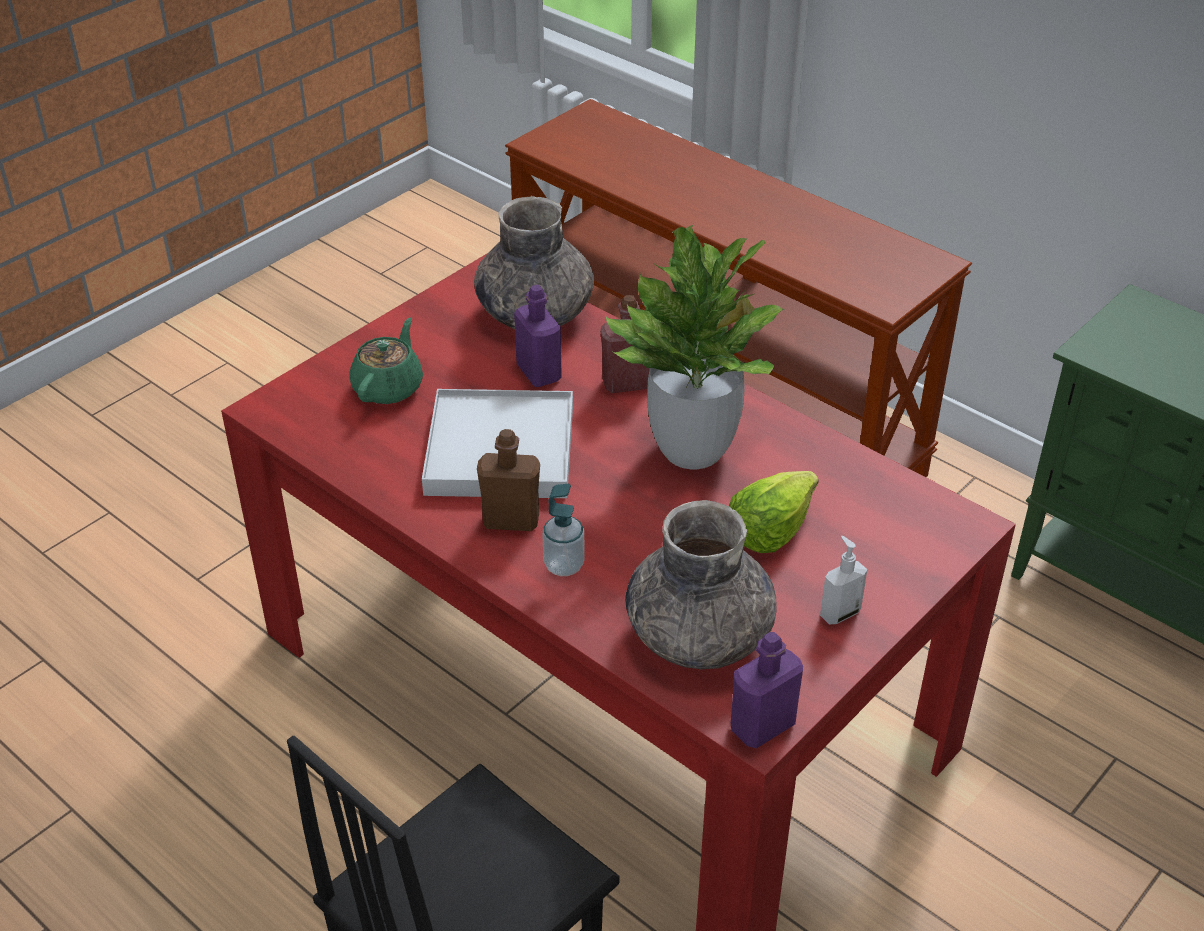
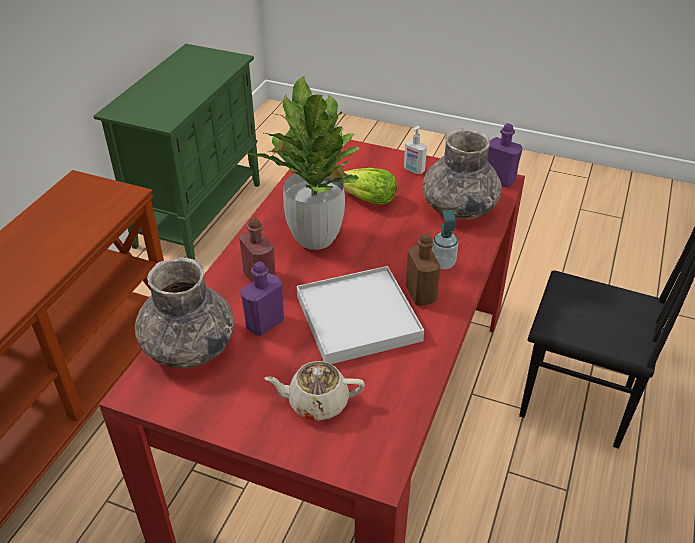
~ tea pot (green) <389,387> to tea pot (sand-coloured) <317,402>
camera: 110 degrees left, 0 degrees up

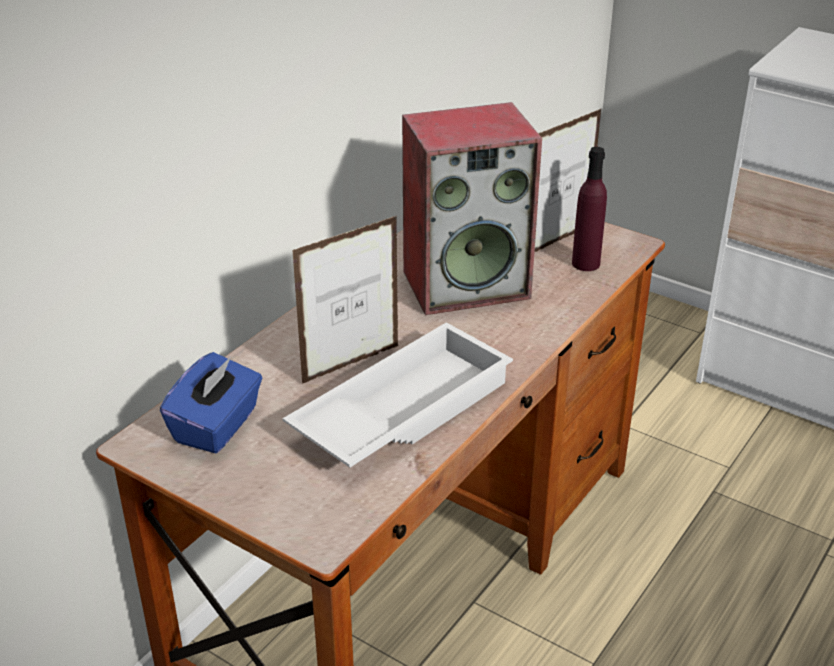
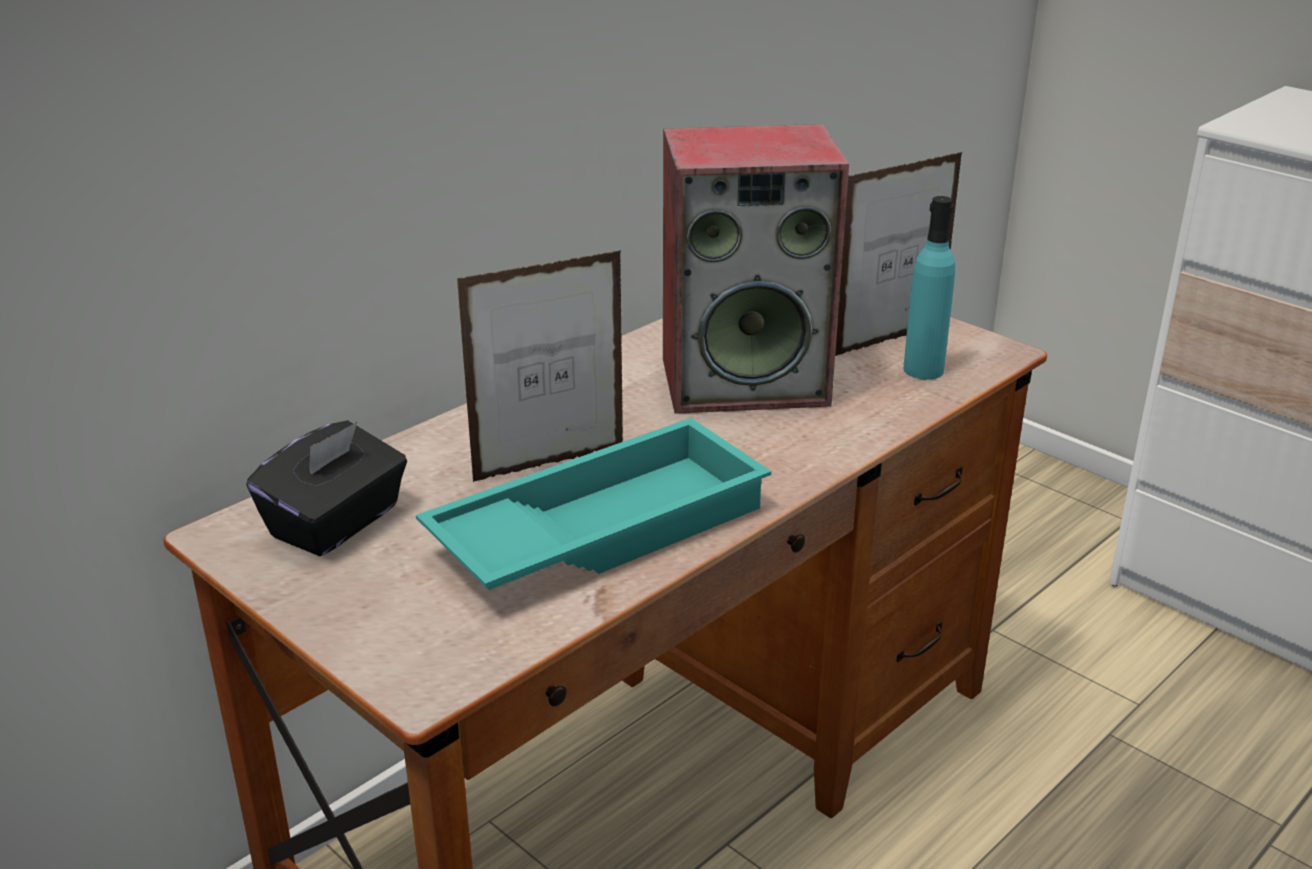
~ box of tissues (blue-coloured) <217,426> to box of tissues (blackish) <336,523>
~ serving tray (white-coloured) <401,409> to serving tray (turquoise) <599,527>
~ bottle (purple) <585,263> to bottle (turquoise) <923,370>
camera: 10 degrees right, 5 degrees down

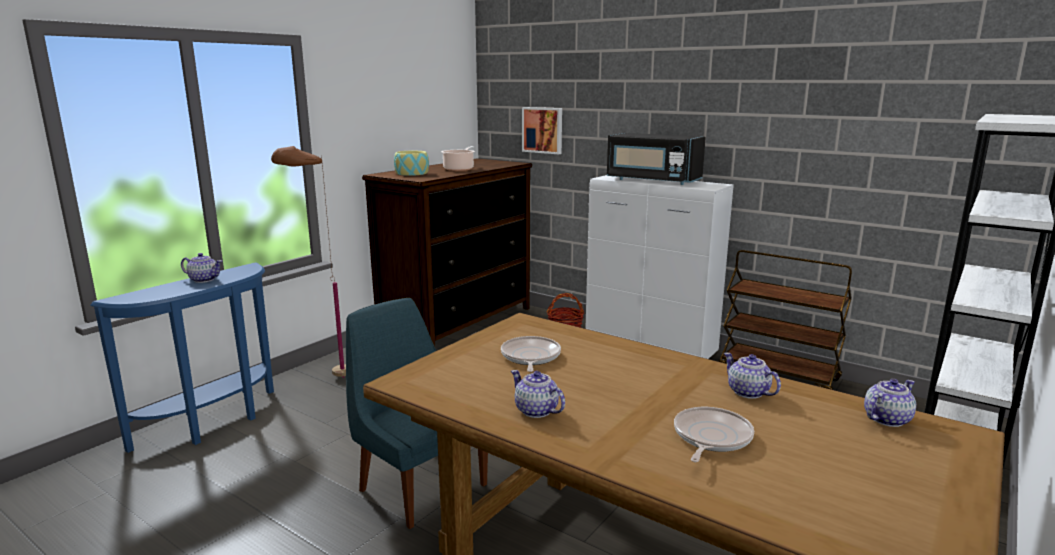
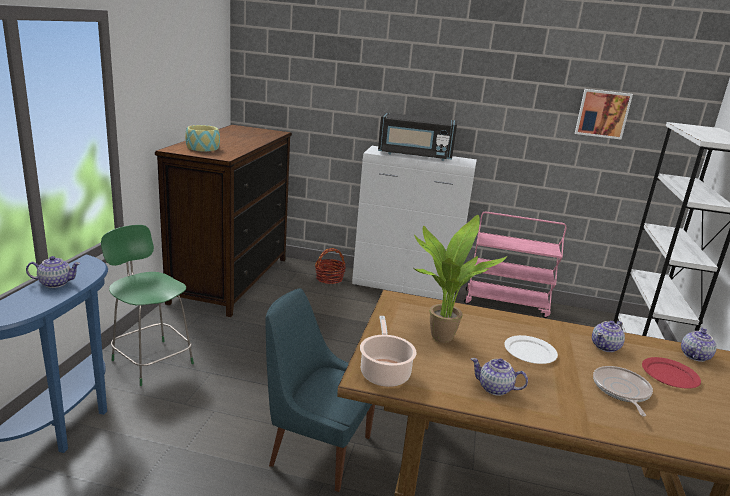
+ flat dish (white-coloured) <530,352>
+ flat dish (reddish) <669,375>
~ saucepot <459,169> to <384,372>
~ picture <543,130> to <602,113>
~ standing lamp (brown) <326,383> to plain chair (green) <151,360>
~ frying pan <530,357> to plant in a pot <438,336>
~ wheeled cart (brown) <778,375> to wheeled cart (pink-coloured) <506,303>
~ tea pot <748,392> = <605,347> 75 degrees counterclockwise
camera: 25 degrees left, 5 degrees up

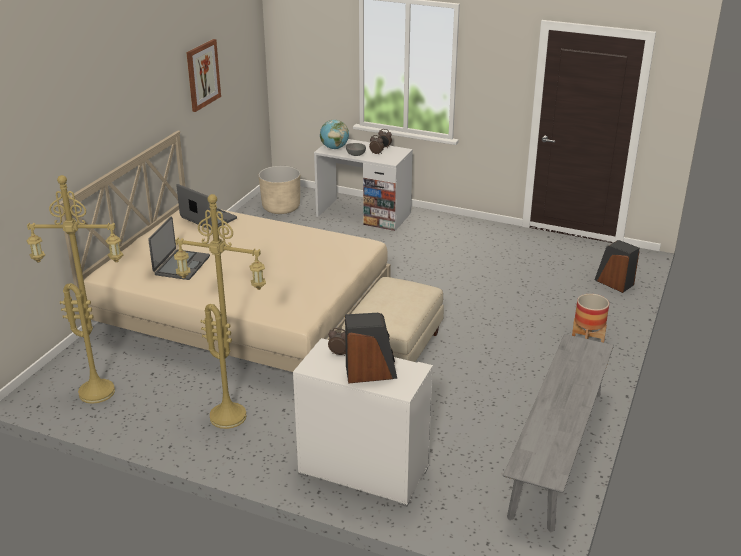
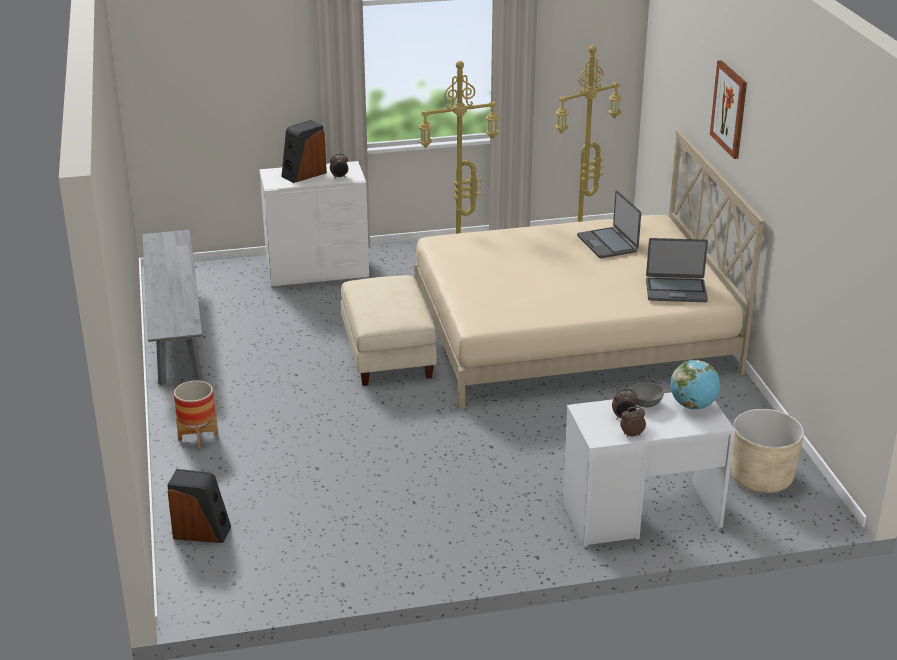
~ picture <202,75> to <729,109>
camera: 145 degrees right, 0 degrees up

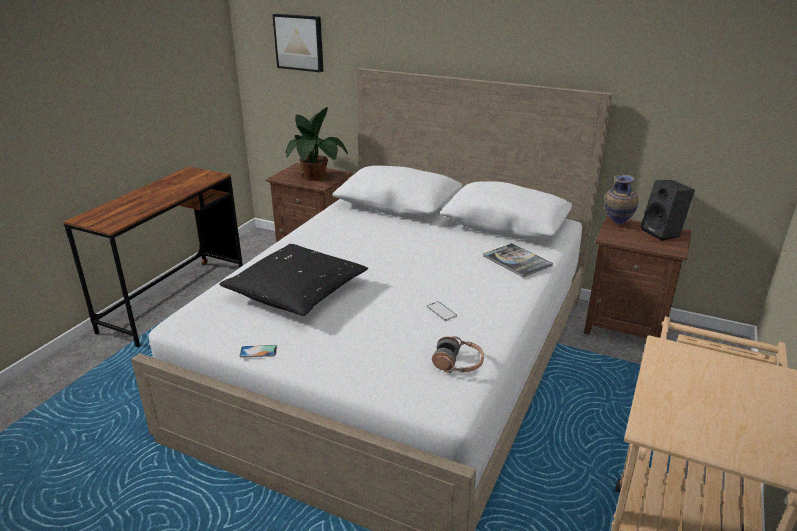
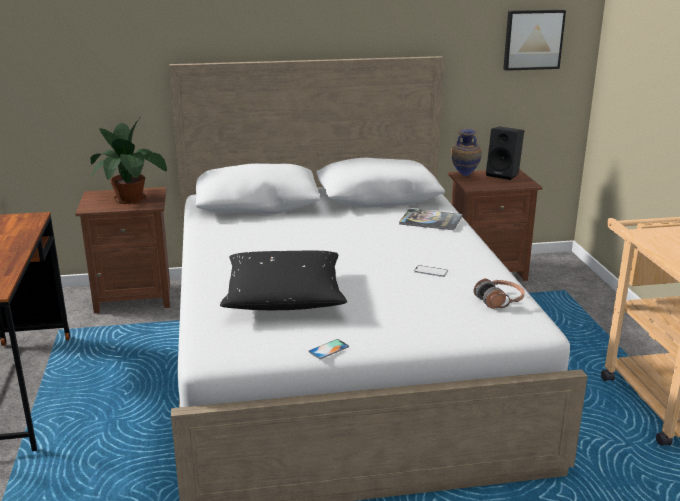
~ picture <299,42> to <532,39>
camera: 35 degrees left, 5 degrees down

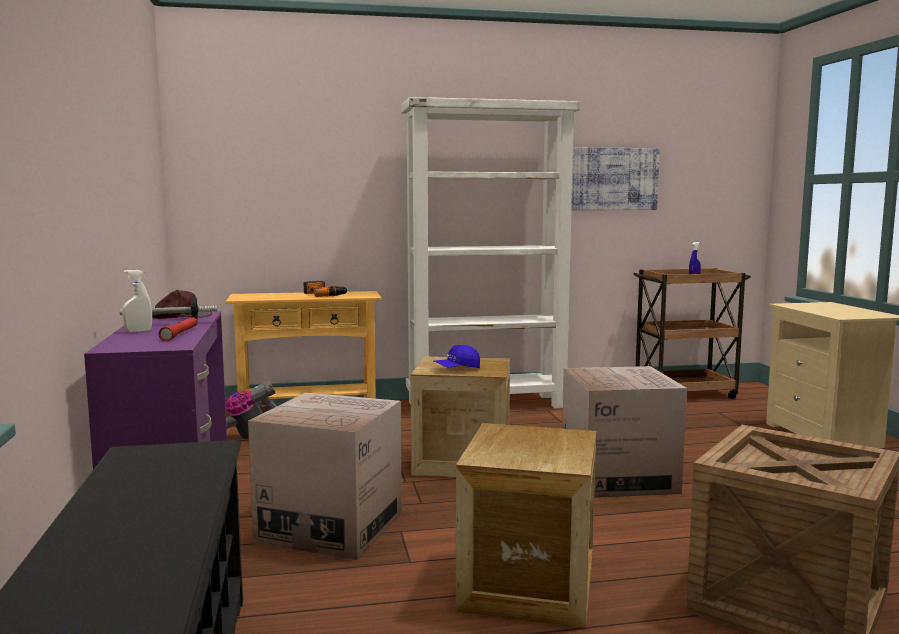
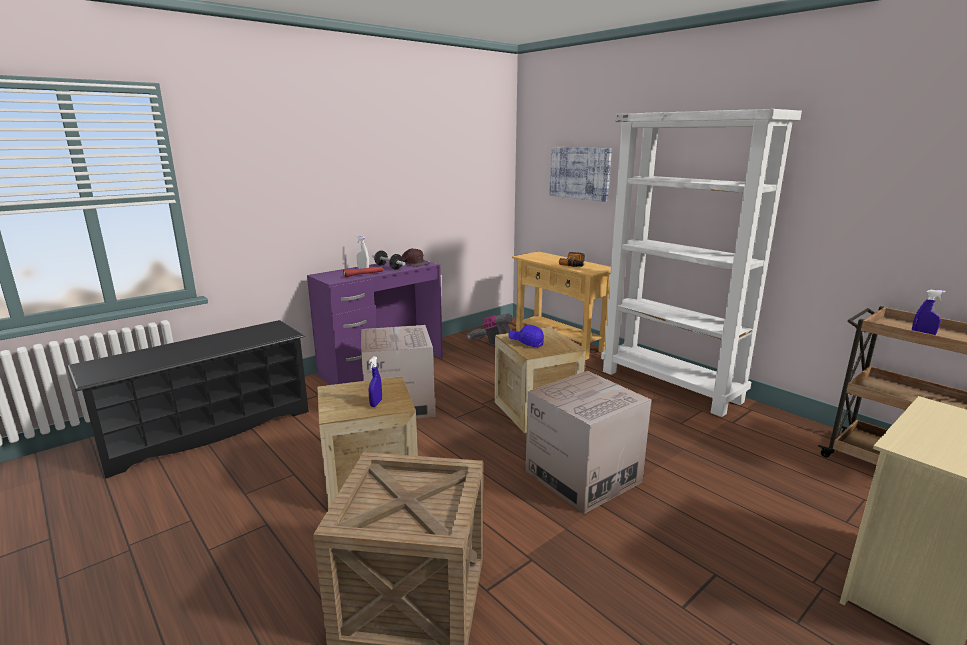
+ spray bottle (blue-coloured) <376,403>
~ picture <614,179> to <580,173>
camera: 60 degrees right, 10 degrees up

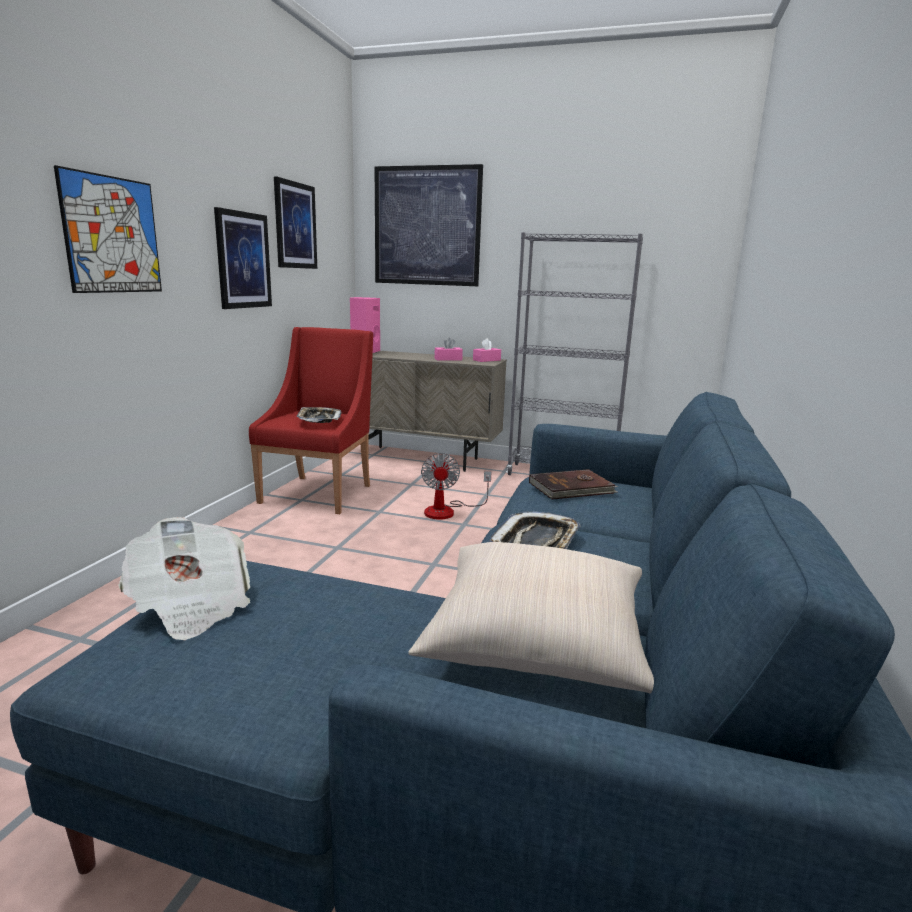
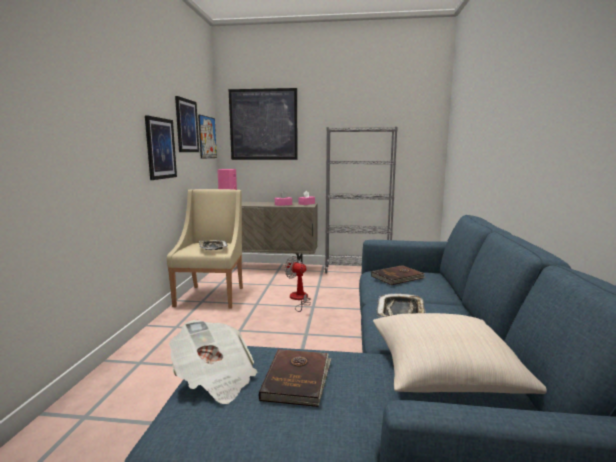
+ book (brown) <297,379>
~ picture <112,235> to <207,137>
~ lounge chair (reddish) <319,493> to lounge chair (sand-coloured) <211,296>
~ fan <448,511> = <299,299> 135 degrees clockwise
camera: 10 degrees left, 5 degrees down

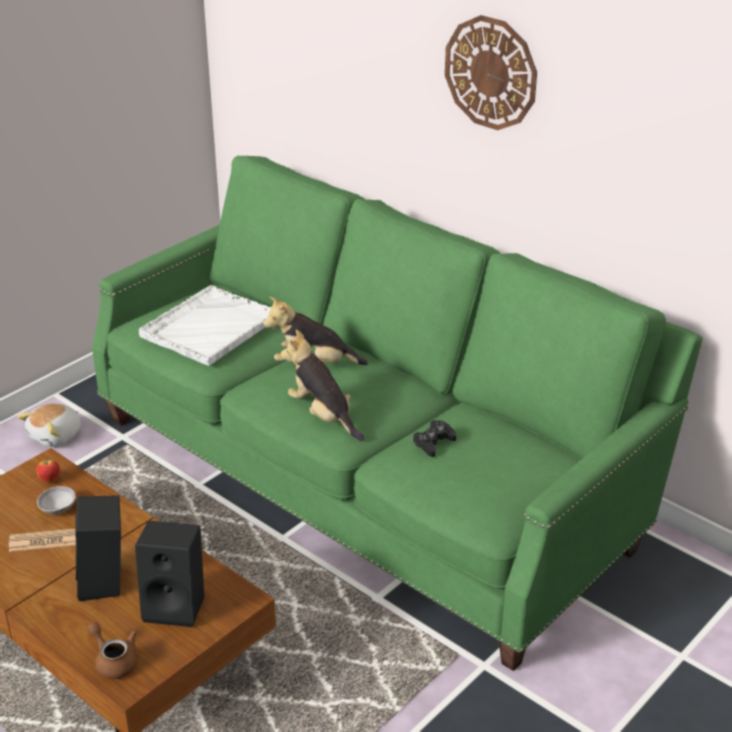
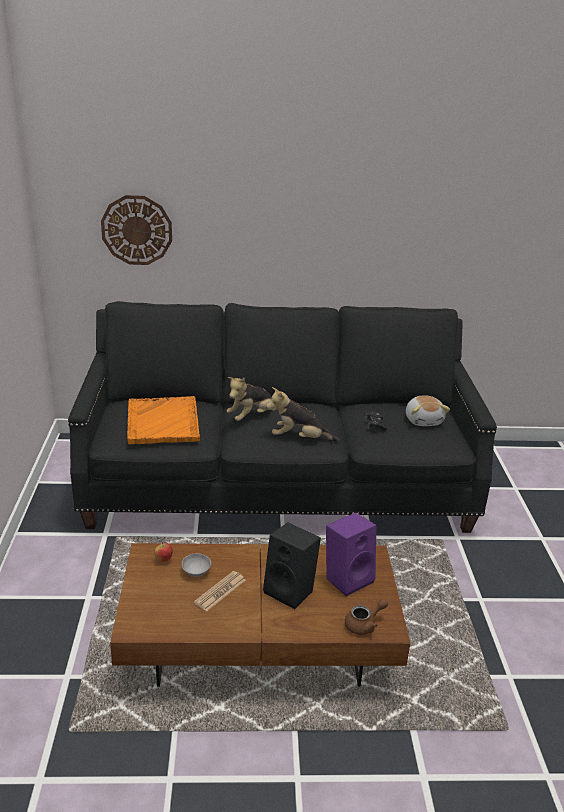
~ cuddly toy <56,436> to <424,420>
~ hanging clock <491,73> to <137,230>
~ couch (green) <367,475> to couch (blackish) <279,483>
~ audio speaker (blackish) <177,605> to audio speaker (purple) <348,578>
~ serving tray (white-coloured) <209,327> to serving tray (orange-coloured) <163,422>
~ tea pot (brown) <114,661> = <364,624> 150 degrees clockwise
camera: 45 degrees left, 5 degrees down

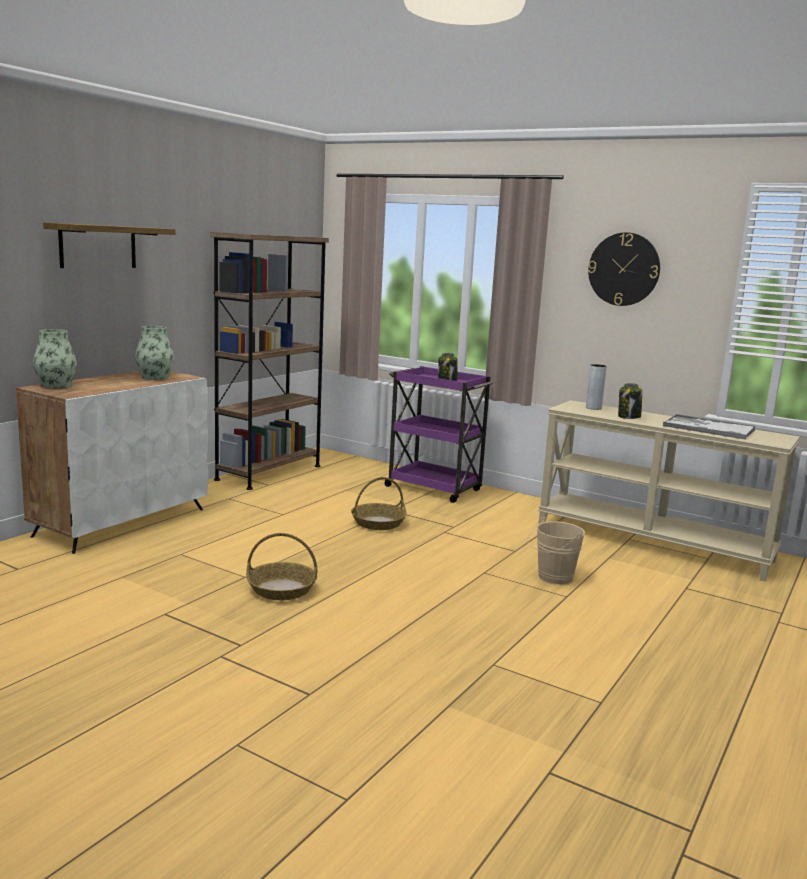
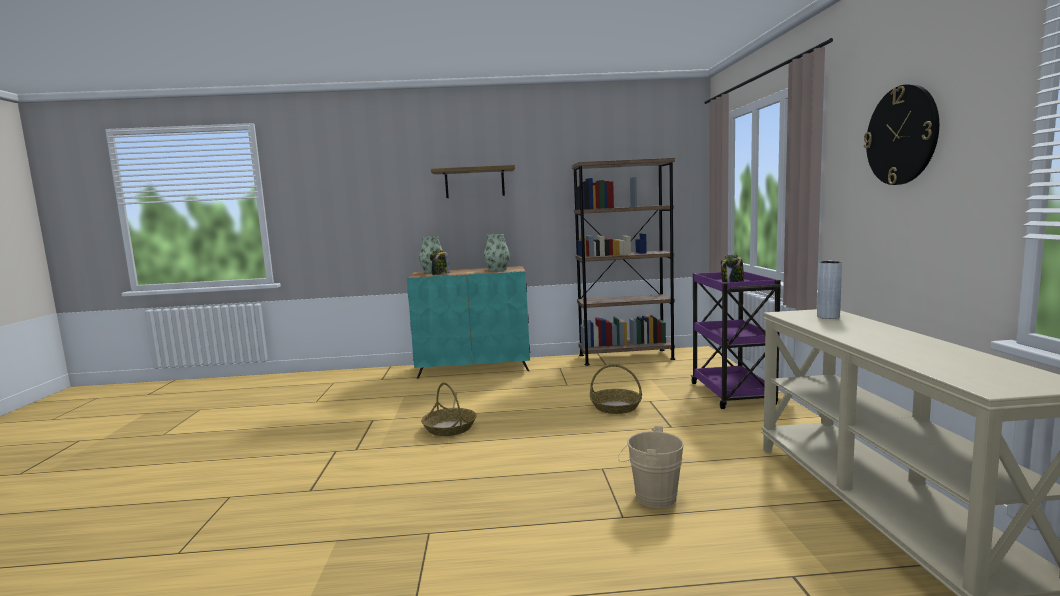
- serving tray <708,428>
~ preserve jar <629,417> to <440,274>
~ cupboard (white-coloured) <122,522> to cupboard (turquoise) <474,368>
camera: 55 degrees right, 5 degrees down

